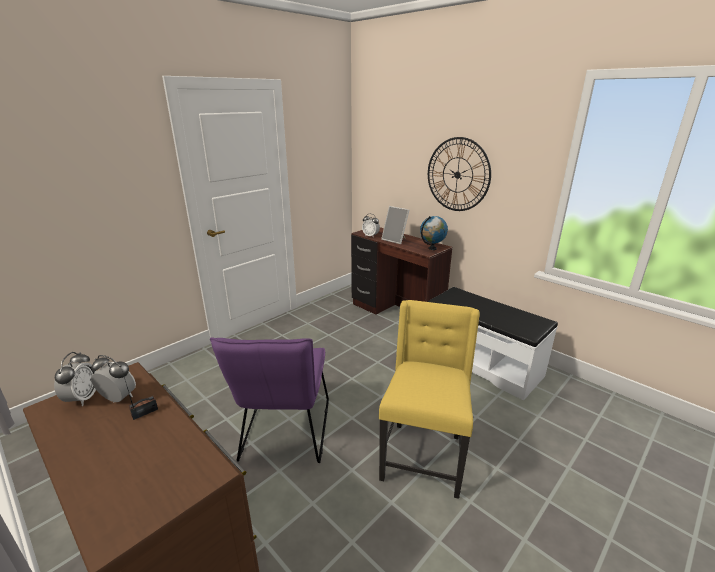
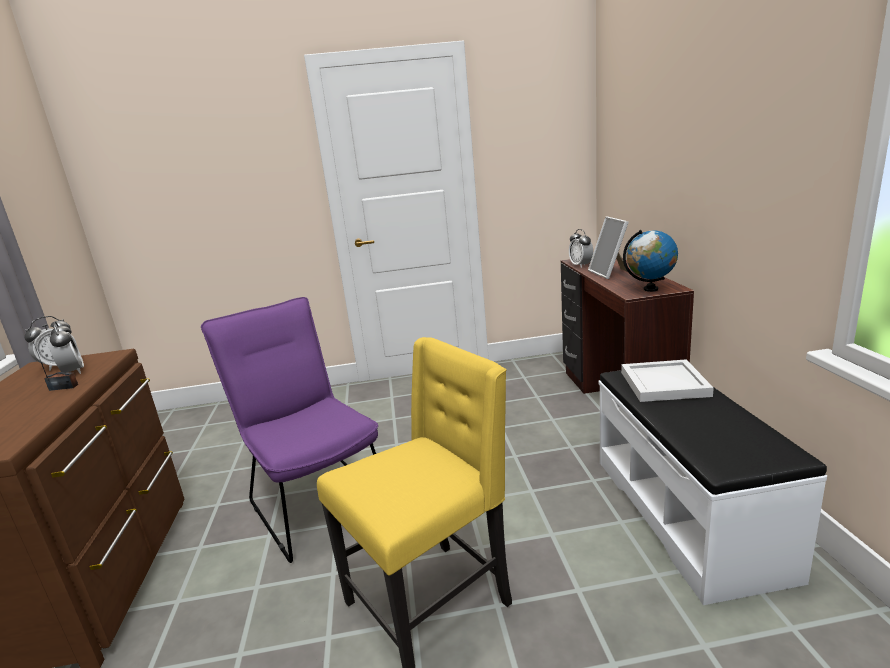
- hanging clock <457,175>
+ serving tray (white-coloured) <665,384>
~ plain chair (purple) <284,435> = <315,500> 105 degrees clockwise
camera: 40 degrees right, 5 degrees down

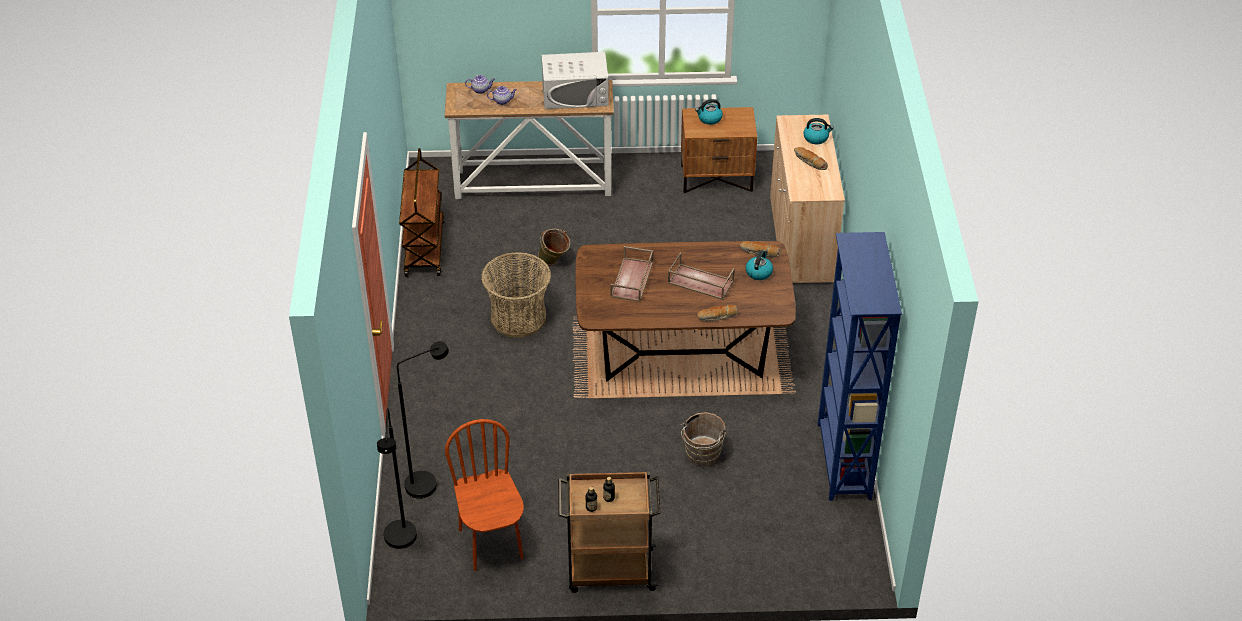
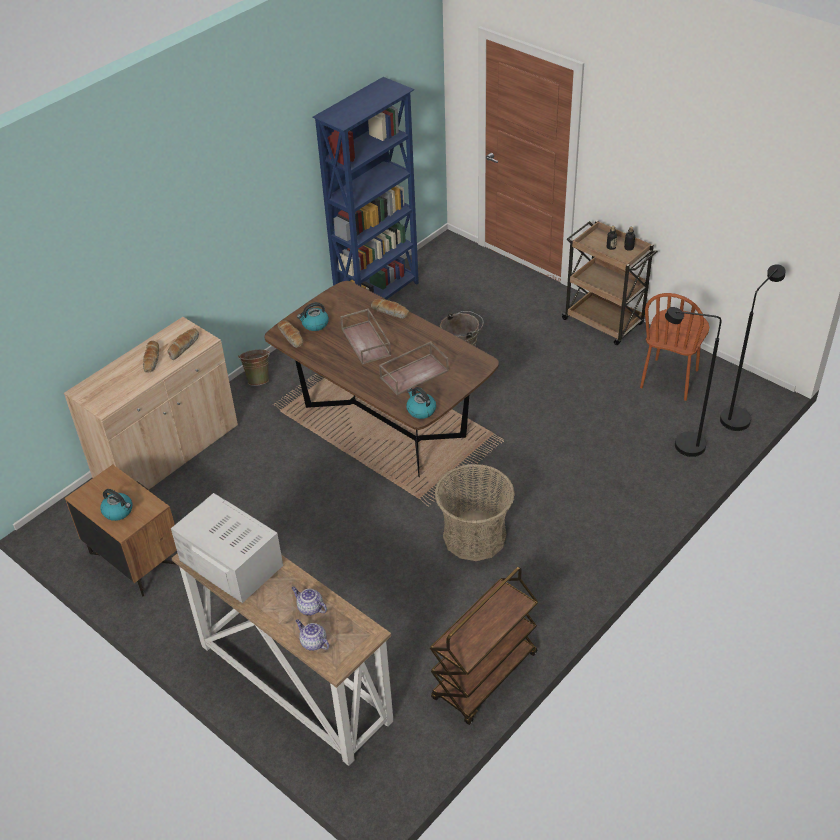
+ bakery bread <183,347>
~ water bucket (green) <554,262> to <258,379>
~ water kettle <816,138> to <420,410>
camera: 135 degrees left, 0 degrees up

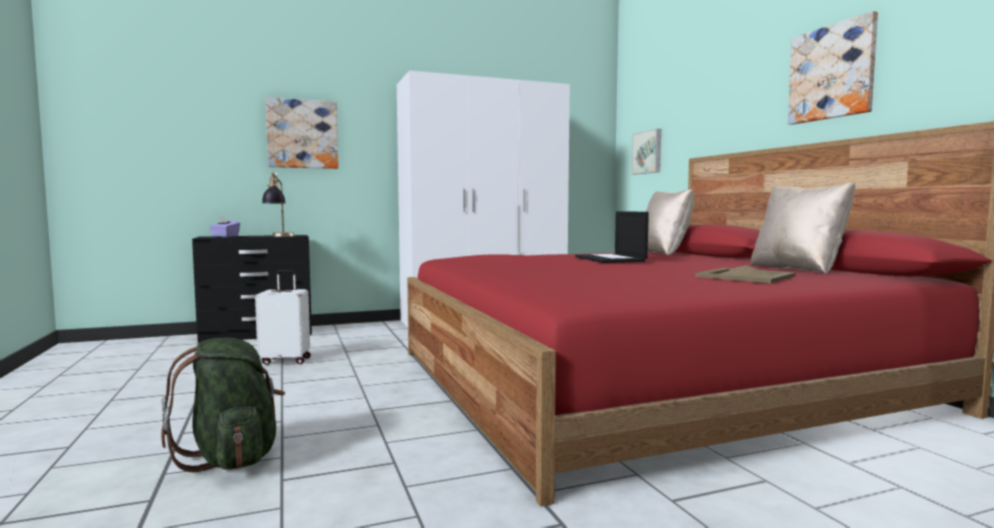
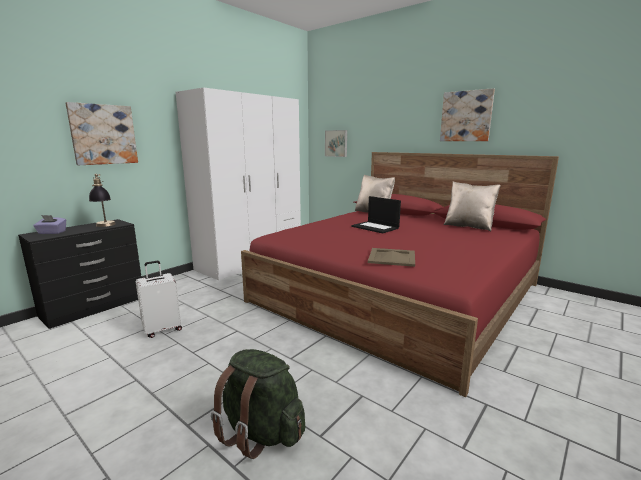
~ serving tray (sand-coloured) <744,276> to <391,257>
camera: 30 degrees left, 10 degrees up

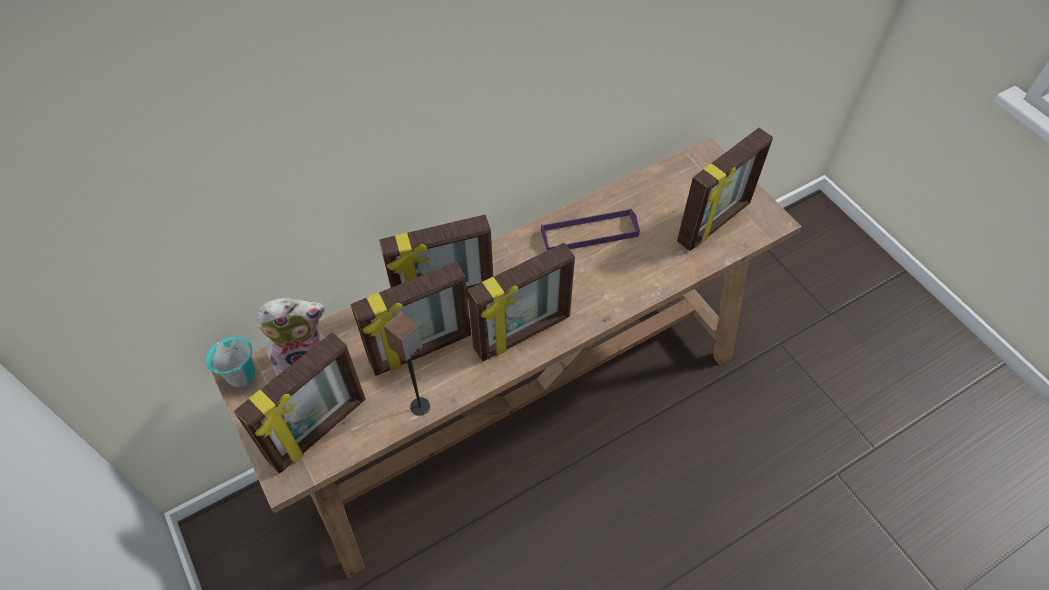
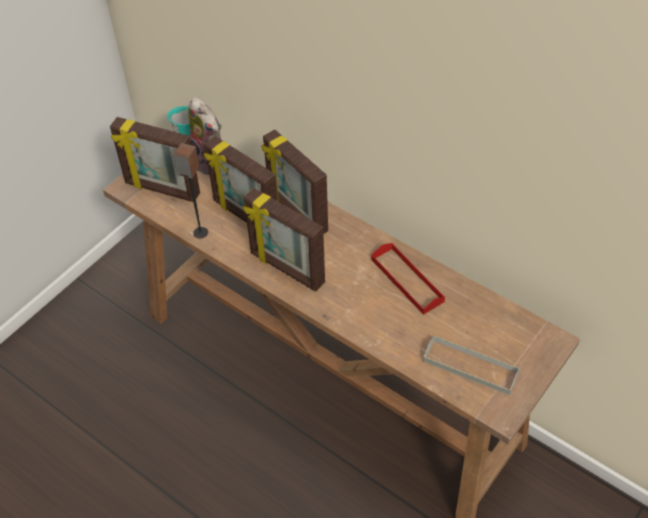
~ photo frame <715,223> to serving tray (grey) <470,367>
~ serving tray (purple) <589,233> to serving tray (reddish) <407,280>
camera: 70 degrees right, 5 degrees down

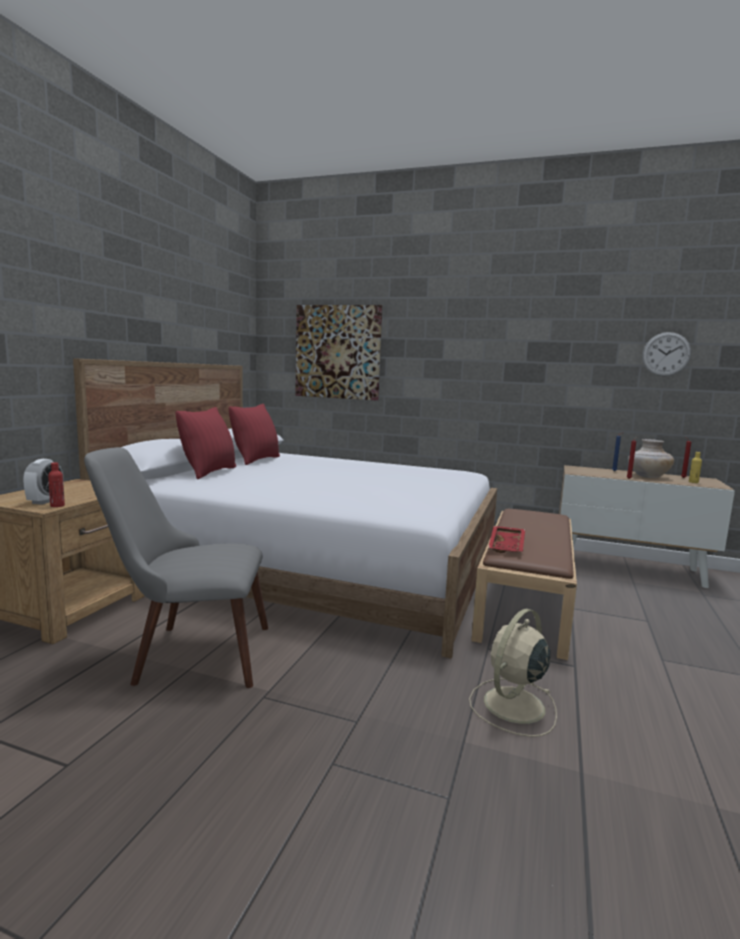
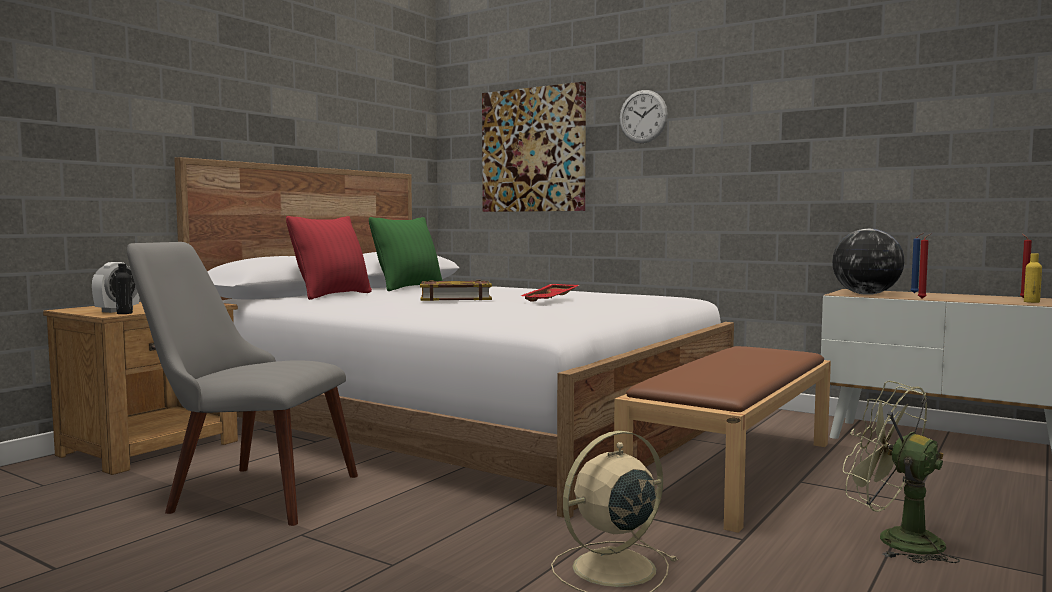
- flower vase (sand-coloured) <647,476>
+ book <455,297>
+ globe <865,294>
+ fan (green) <895,540>
~ serving tray (reddish) <507,546> to <551,299>
~ hanging clock <666,354> to <643,116>
~ bottle (reddish) <57,505> to bottle (blackish) <124,313>
~ throw pillow (reddish) <256,460> to throw pillow (green) <408,288>
camera: 15 degrees right, 5 degrees down

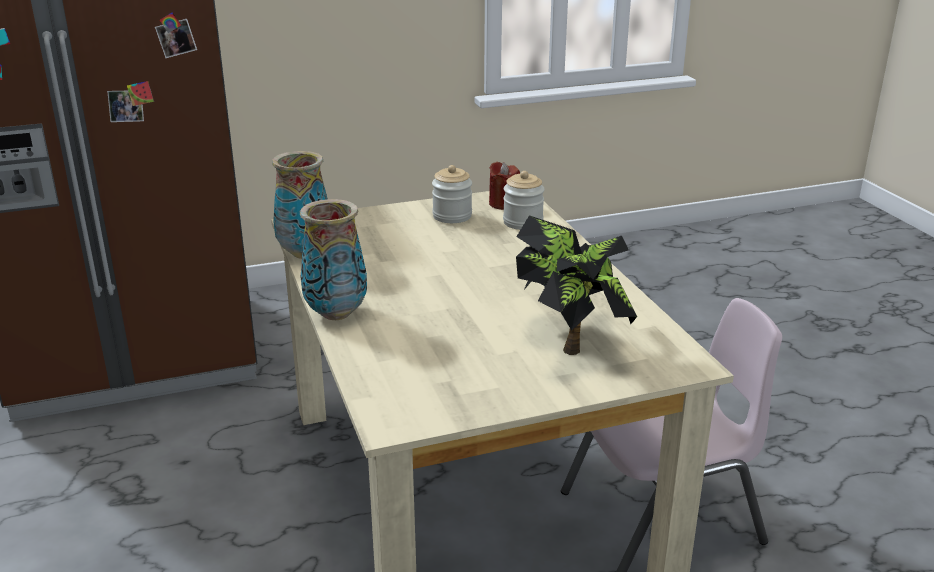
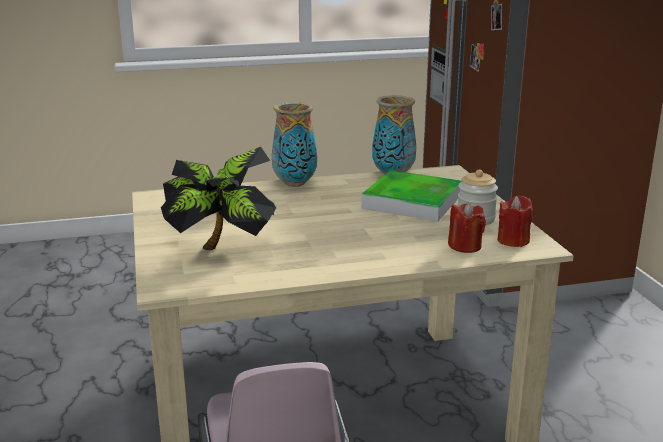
+ serving tray <412,201>
~ preserve jar <523,222> to candle (reddish) <465,246>
camera: 95 degrees right, 5 degrees down

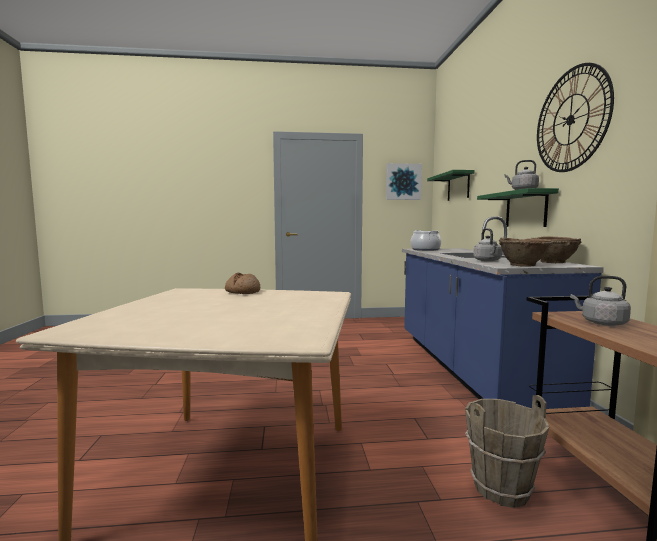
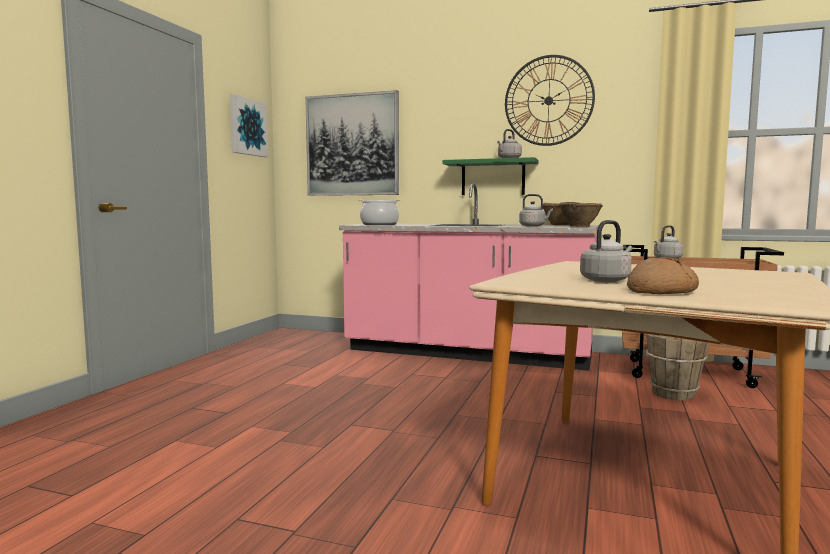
+ water kettle (grey) <606,280>
~ bakery bread <242,292> to <661,291>
~ shelf (green) <458,187> to picture <352,145>
~ kitchen counter (blue-coloured) <469,370> to kitchen counter (pink-coloured) <467,353>
camera: 65 degrees left, 0 degrees up

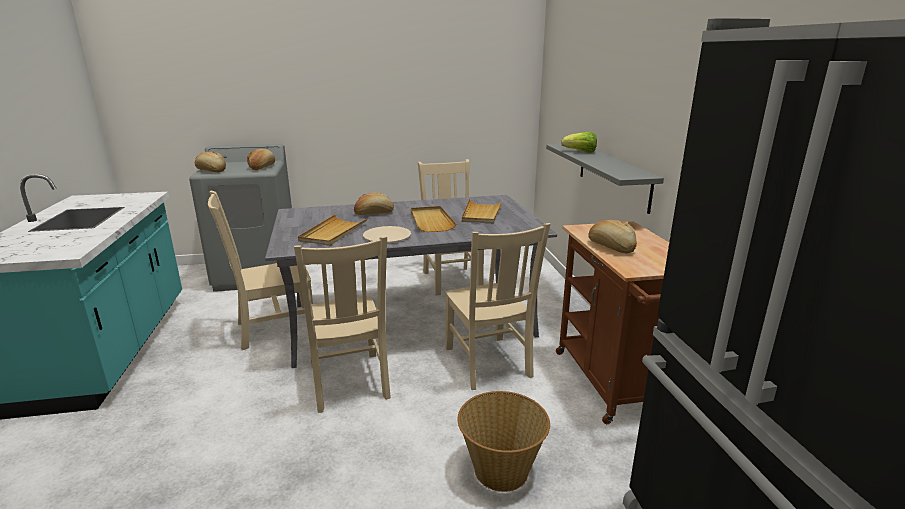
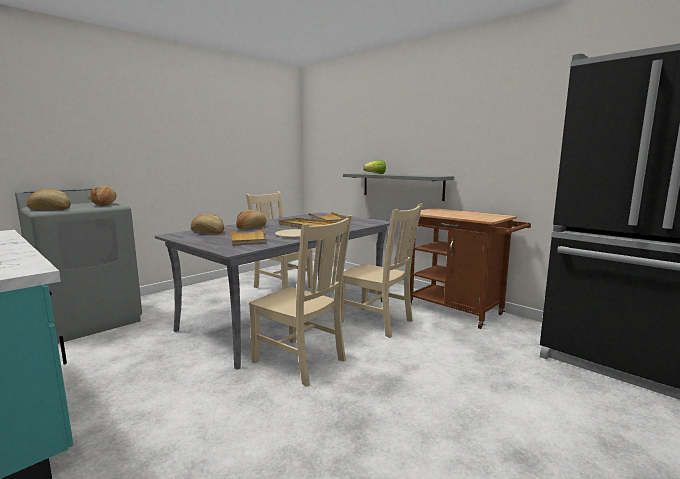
- plain chair (sand-coloured) <273,329>
- household basket <501,469>
~ bakery bread <611,247> to <208,233>
camera: 35 degrees left, 10 degrees down

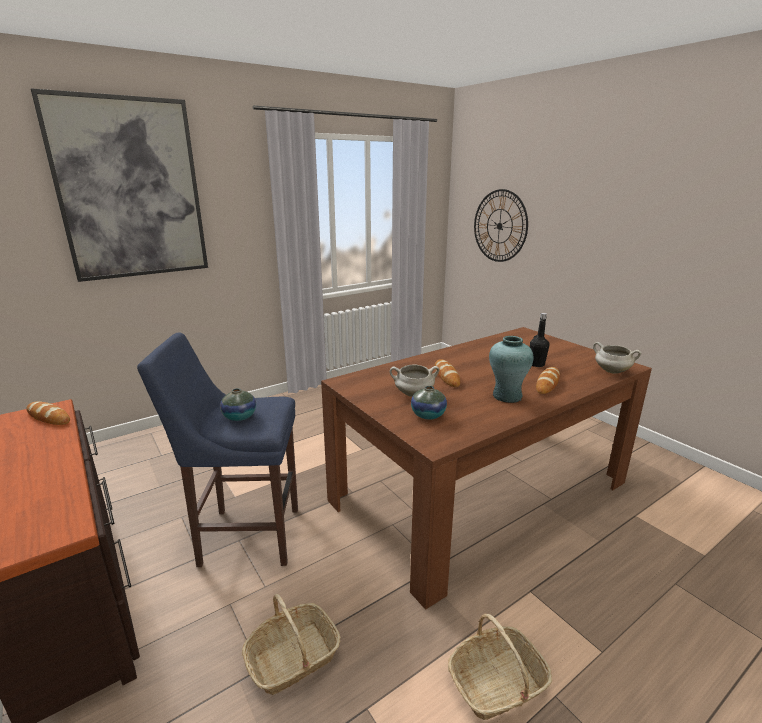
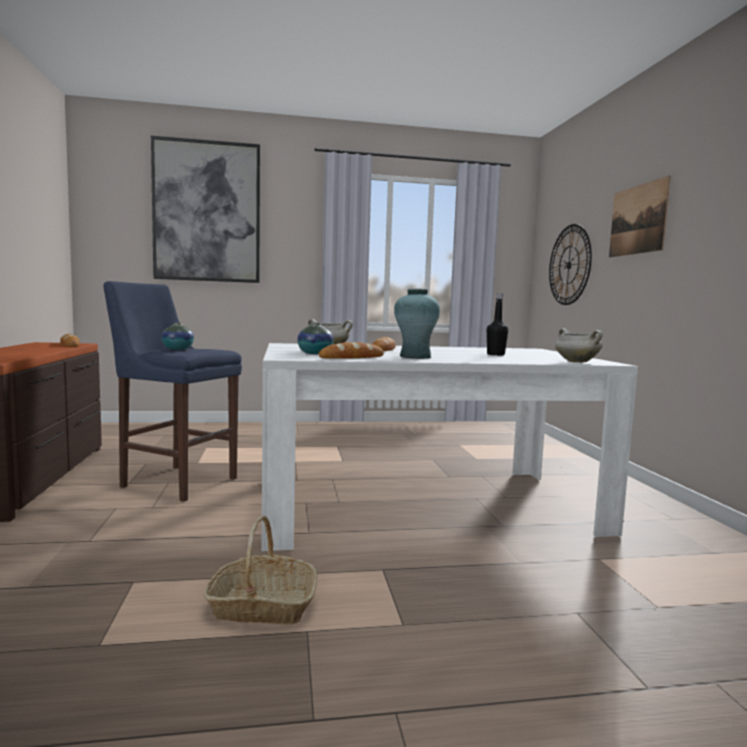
- household basket <293,658>
+ picture <638,219>
~ bakery bread <547,383> to <352,357>
~ dining table (brown) <480,491> to dining table (white-coloured) <424,504>
camera: 25 degrees right, 15 degrees down

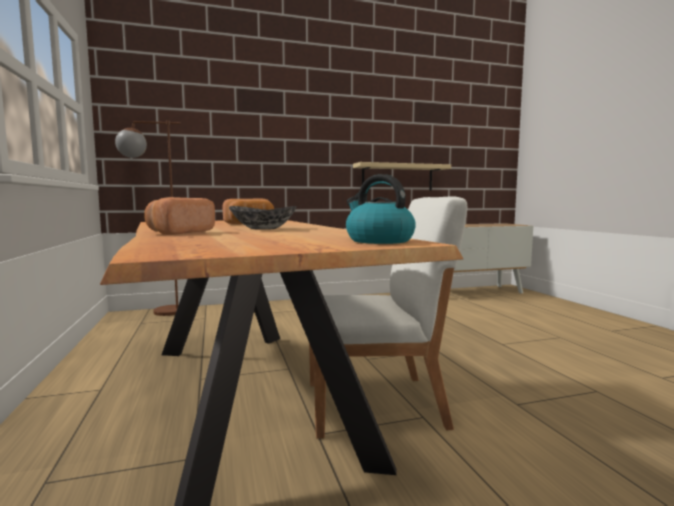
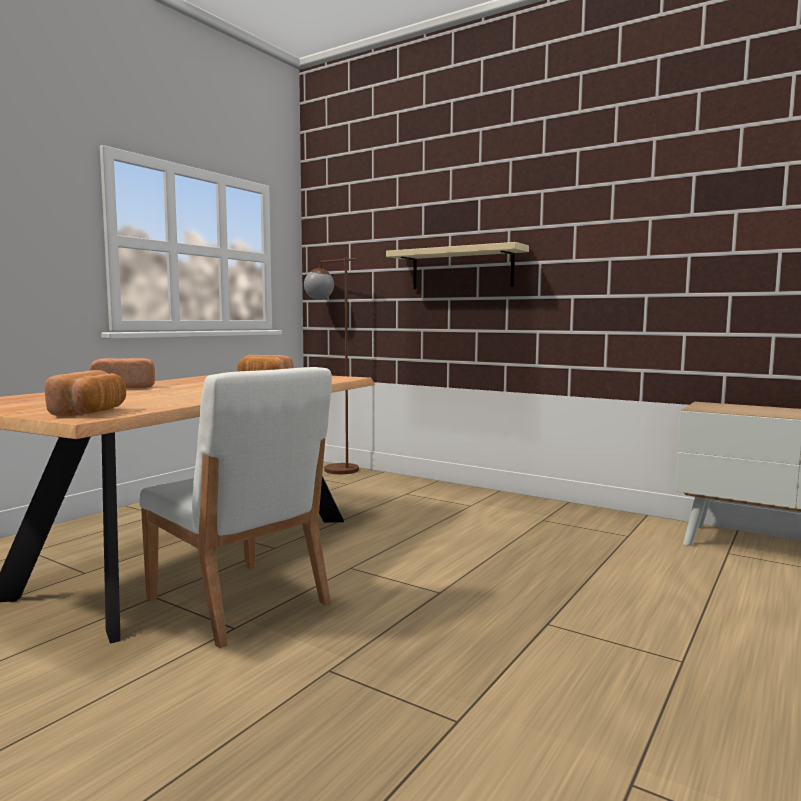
- bowl <263,228>
~ shelf (sand-coloured) <397,177> to <461,268>
~ water kettle <378,241> to bakery bread <92,412>
camera: 50 degrees right, 0 degrees up

